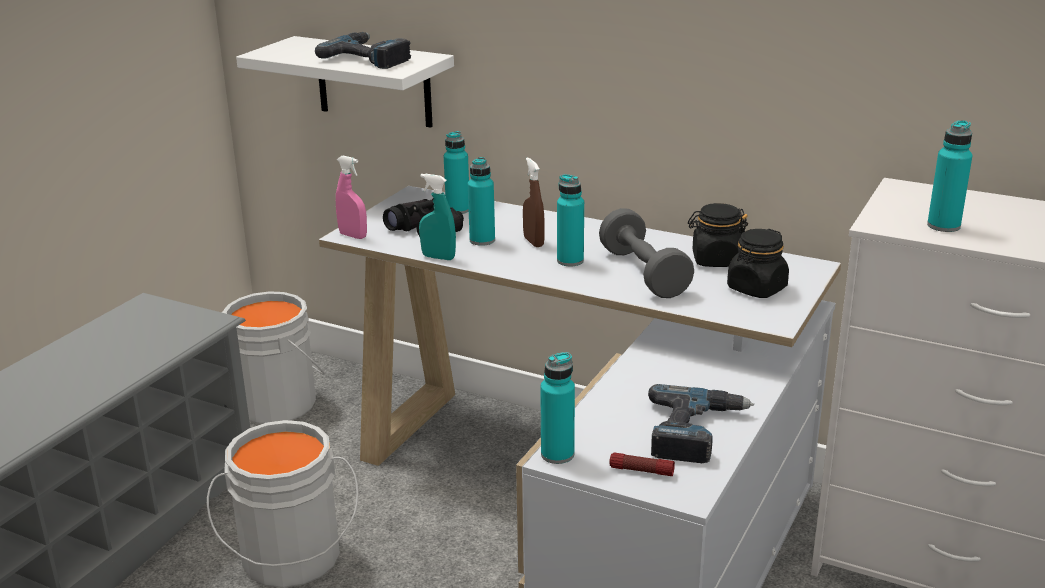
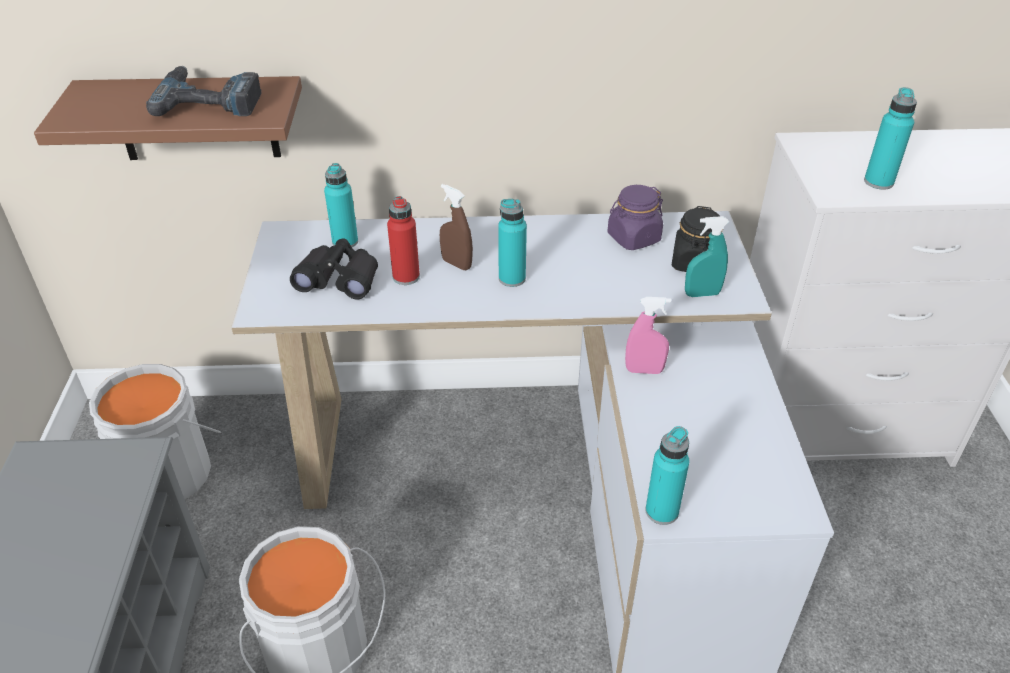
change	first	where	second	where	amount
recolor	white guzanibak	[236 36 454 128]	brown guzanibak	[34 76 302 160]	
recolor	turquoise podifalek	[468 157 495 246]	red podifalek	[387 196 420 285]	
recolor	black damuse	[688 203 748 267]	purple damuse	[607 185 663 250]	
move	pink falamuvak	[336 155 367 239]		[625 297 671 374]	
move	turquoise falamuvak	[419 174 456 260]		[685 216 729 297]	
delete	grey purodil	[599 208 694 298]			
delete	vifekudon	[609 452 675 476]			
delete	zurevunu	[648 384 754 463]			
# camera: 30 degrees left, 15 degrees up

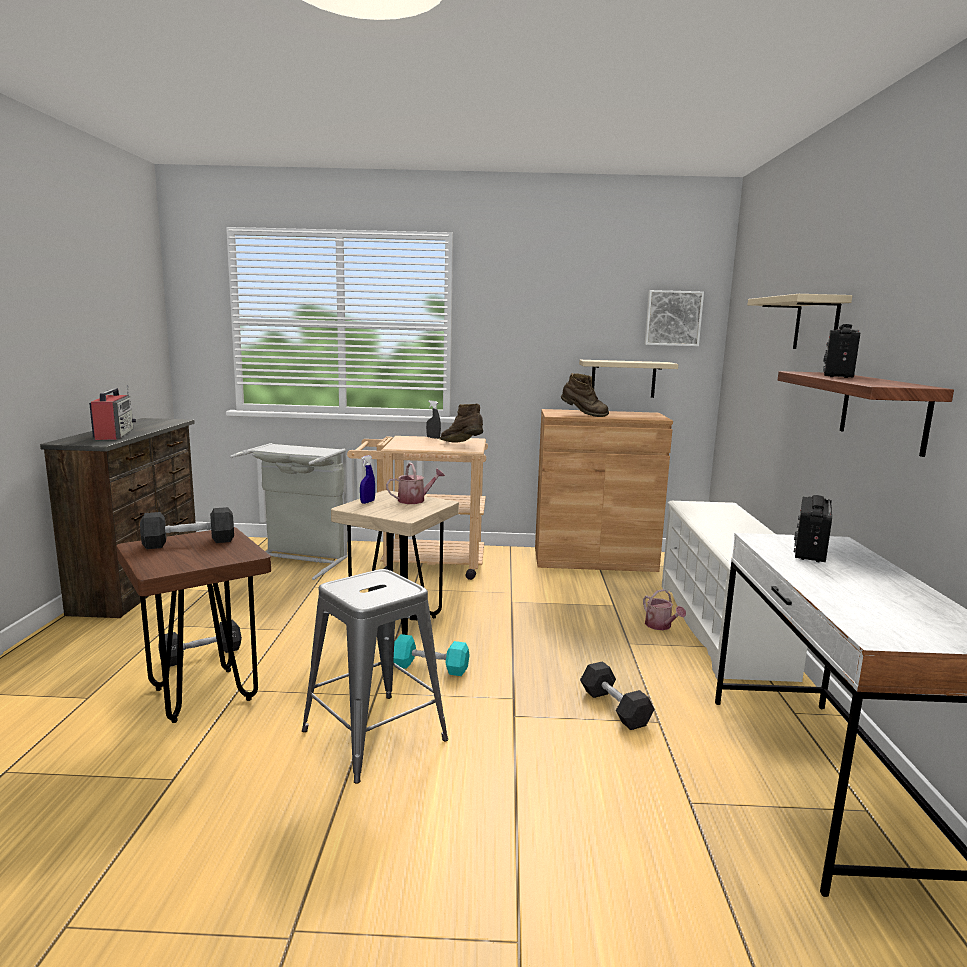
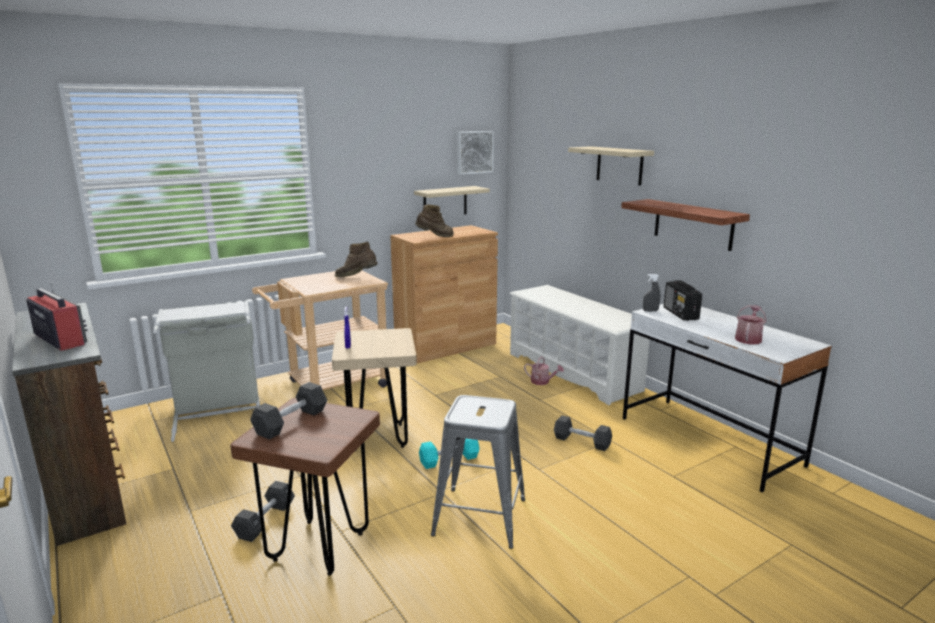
change	first	where	second	where	amount
move	grey falamuvak	[426 400 441 439]		[643 274 660 312]	
move	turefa	[386 463 445 504]		[735 305 766 345]	
delete	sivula	[823 324 860 378]			
# camera: 35 degrees left, 5 degrees up

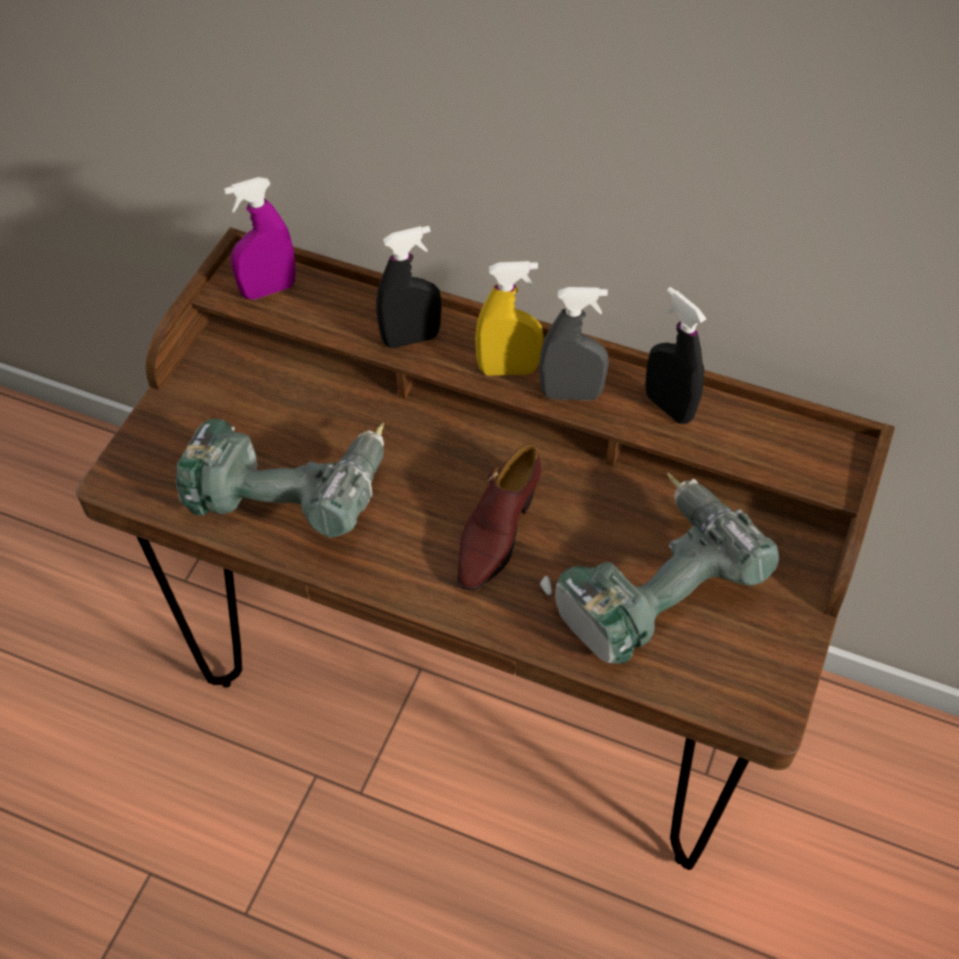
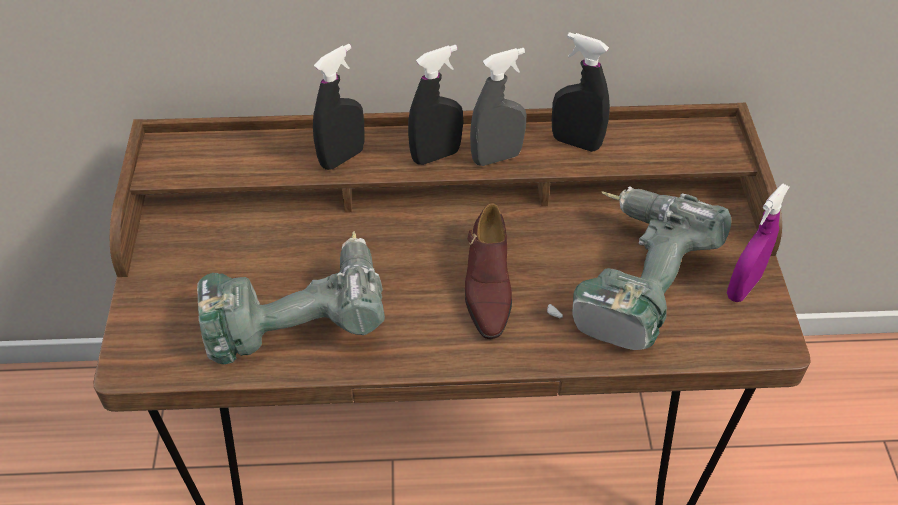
change	first	where	second	where	amount
recolor	yellow falamuvak	[475 261 543 376]	black falamuvak	[408 45 463 165]	
move	purple falamuvak	[224 177 296 299]		[727 184 790 302]	
# camera: 25 degrees left, 5 degrees down

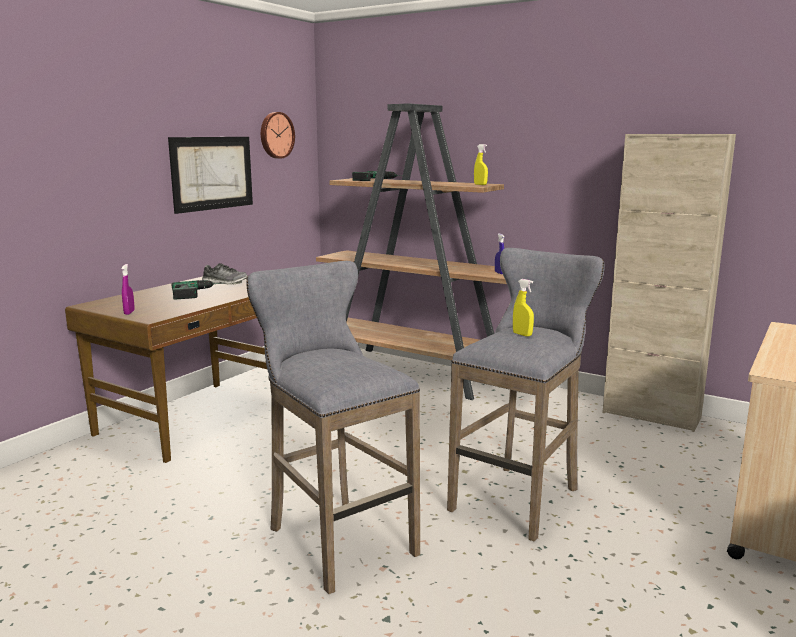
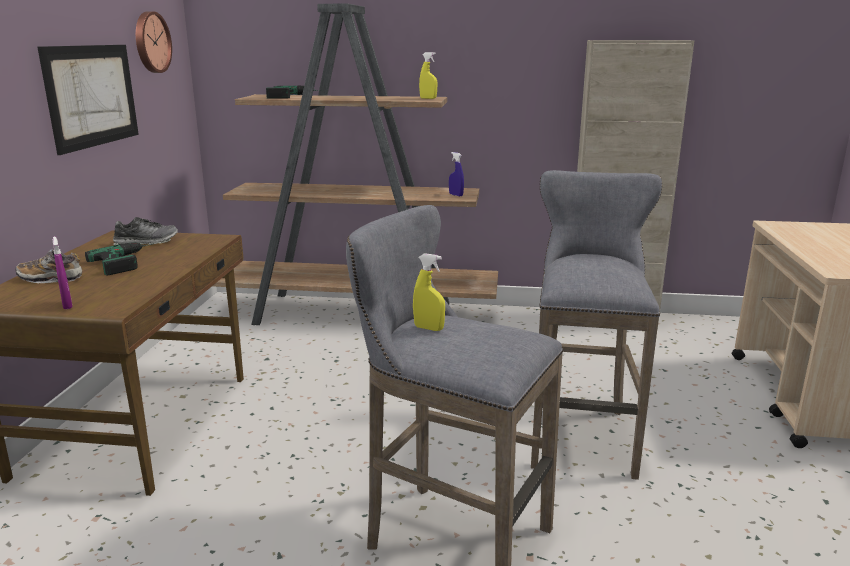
change	first	where	second	where	amount
insert			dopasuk	[16 249 82 283]	
move	yellow falamuvak	[513 279 534 337]		[413 253 445 331]	
# camera: 25 degrees left, 5 degrees up

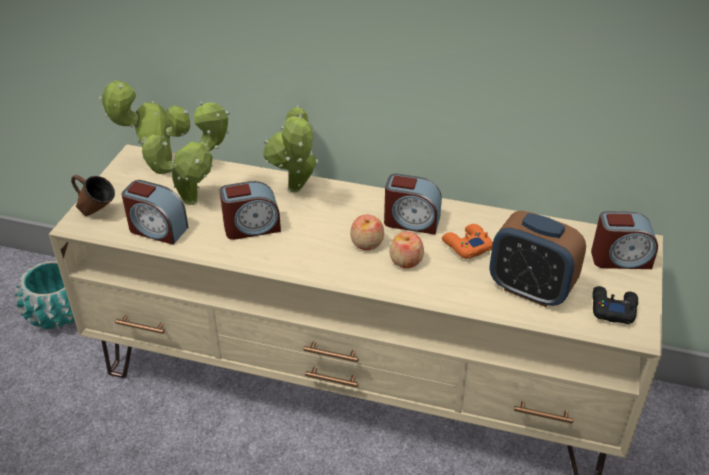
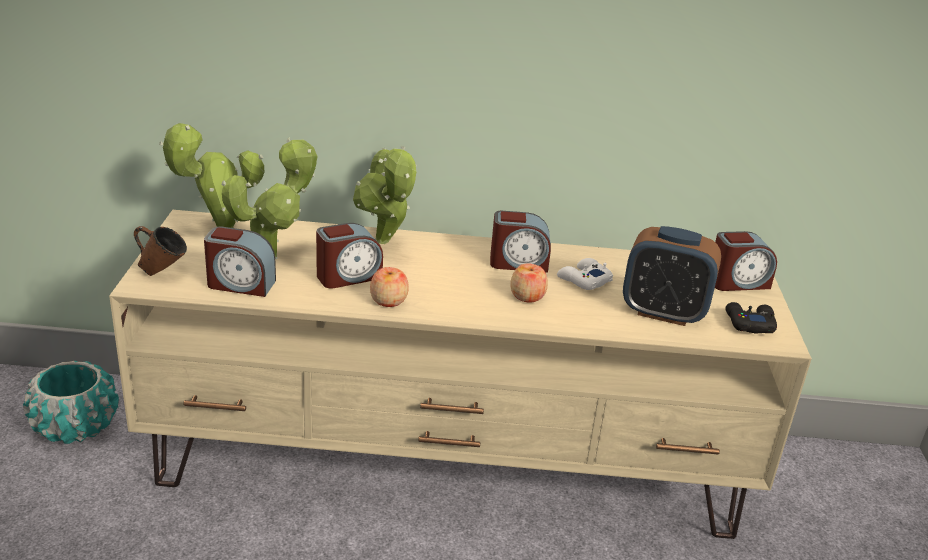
change	first	where	second	where	amount
move	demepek	[350 215 384 250]		[370 267 409 307]	
recolor	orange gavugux	[442 224 493 259]	white gavugux	[557 258 613 290]	
# camera: 15 degrees left, 10 degrees down

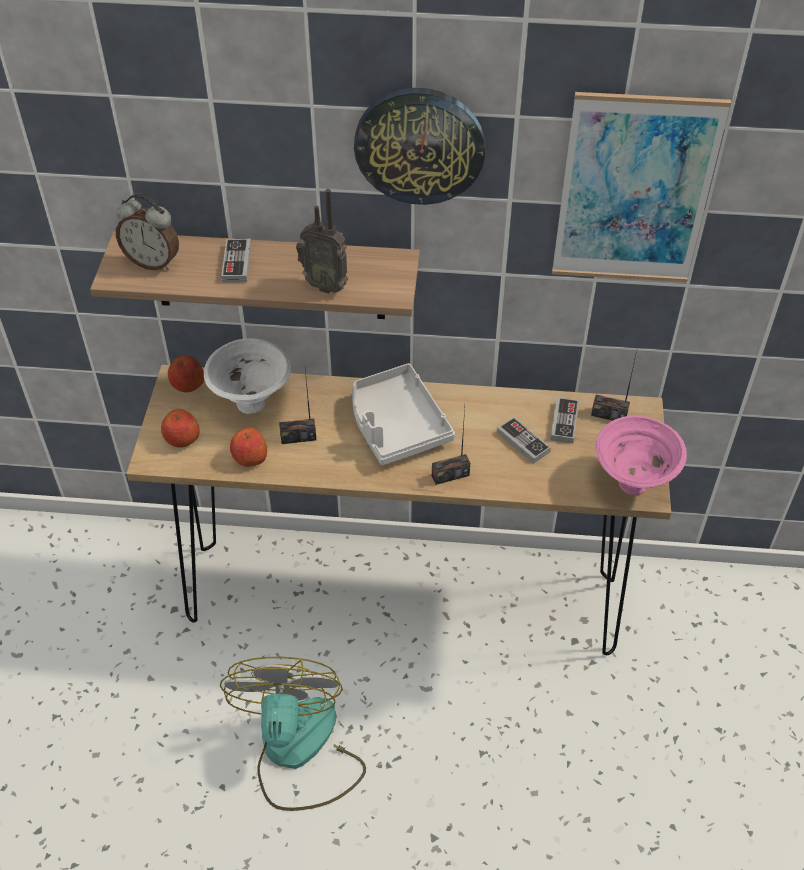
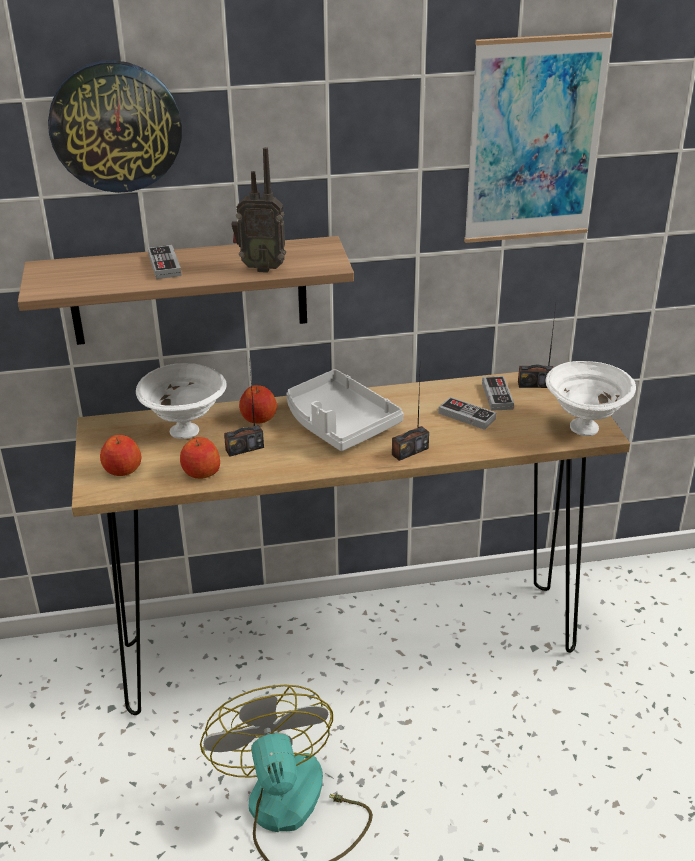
change	first	where	second	where	amount
move	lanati	[354 88 485 205]		[48 60 182 193]	
move	demepek	[168 355 204 392]		[239 385 277 423]	
recolor	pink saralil	[596 415 687 495]	white saralil	[545 361 636 436]	
delete	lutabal	[116 193 179 270]			
# camera: 15 degrees left, 15 degrees down

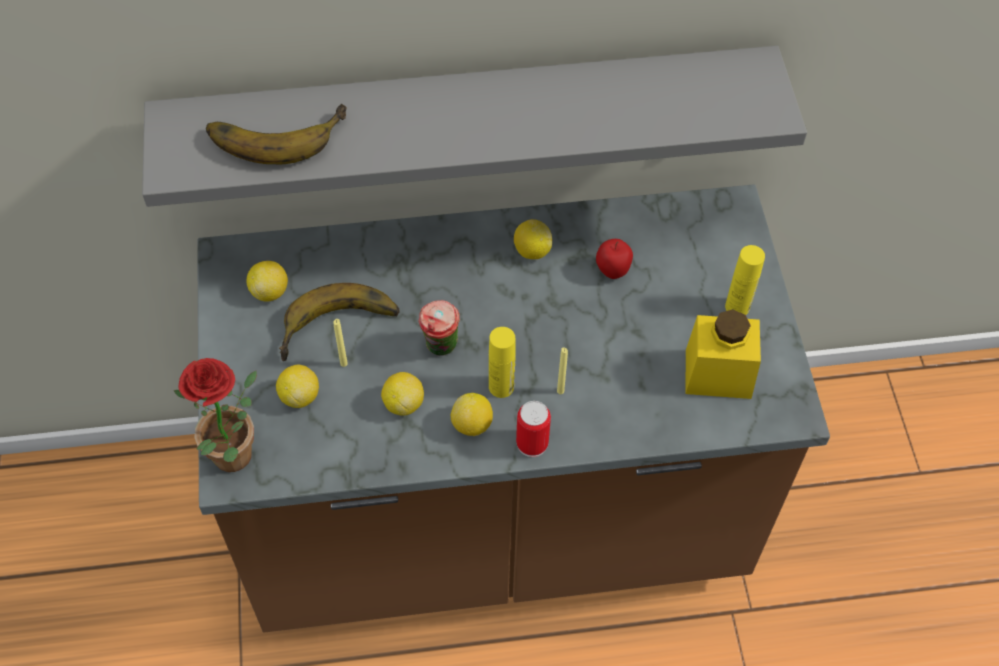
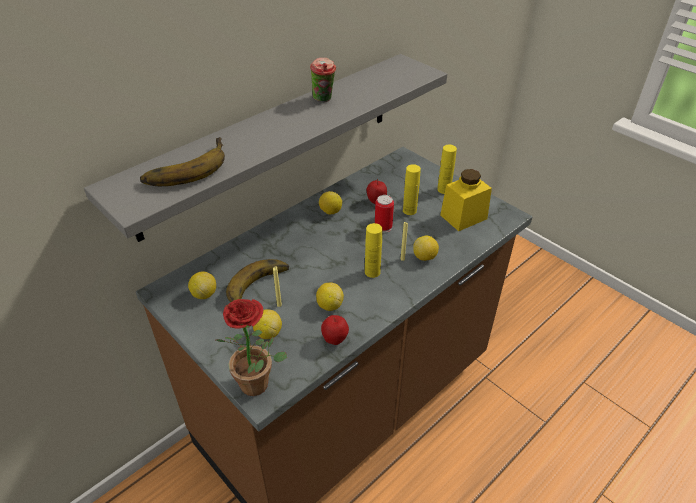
change	first	where	second	where	amount
move	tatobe	[418 300 460 356]		[310 58 336 102]	
insert			demepek	[321 315 349 345]	
move	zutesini	[516 401 551 457]		[375 195 394 233]	
insert			yellow podifalek	[403 164 421 215]	
move	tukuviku	[451 393 493 436]		[413 235 439 261]	
# camera: 35 degrees left, 15 degrees down

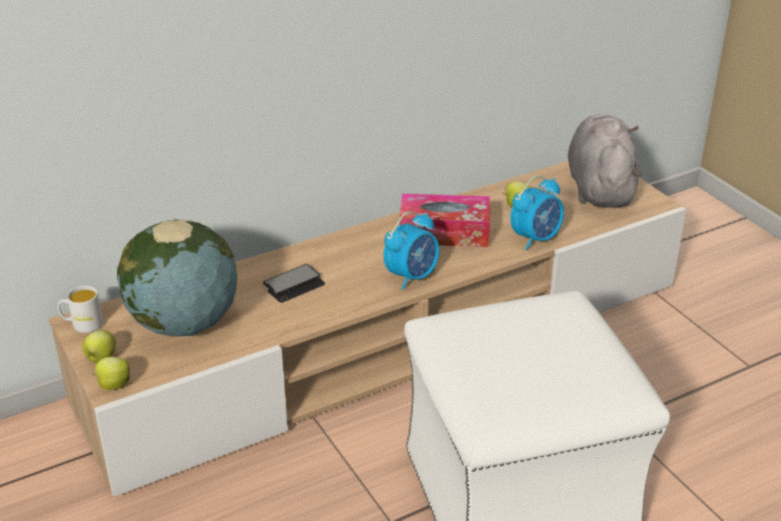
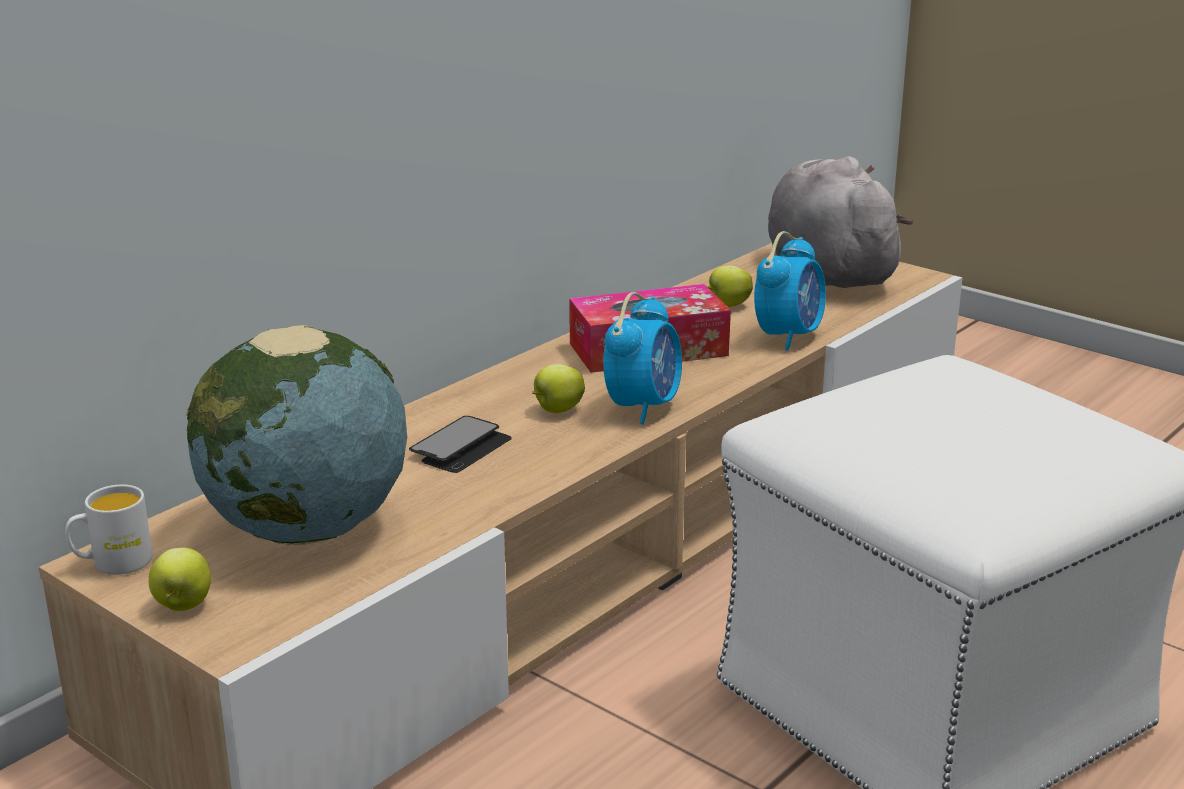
change	first	where	second	where	amount
move	demepek	[92 357 130 390]		[532 364 585 413]	
# camera: 20 degrees left, 10 degrees down

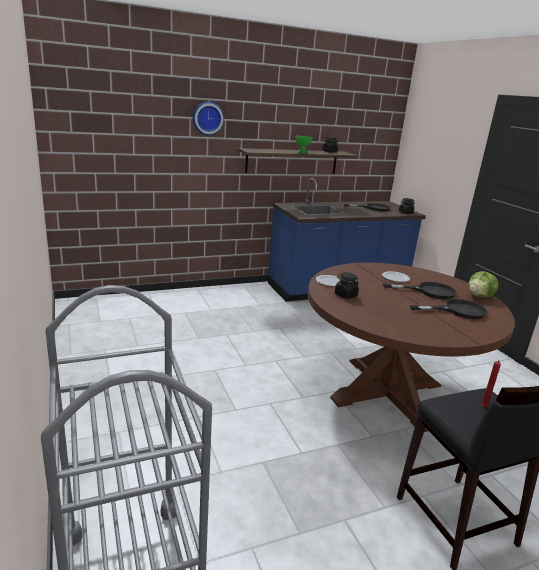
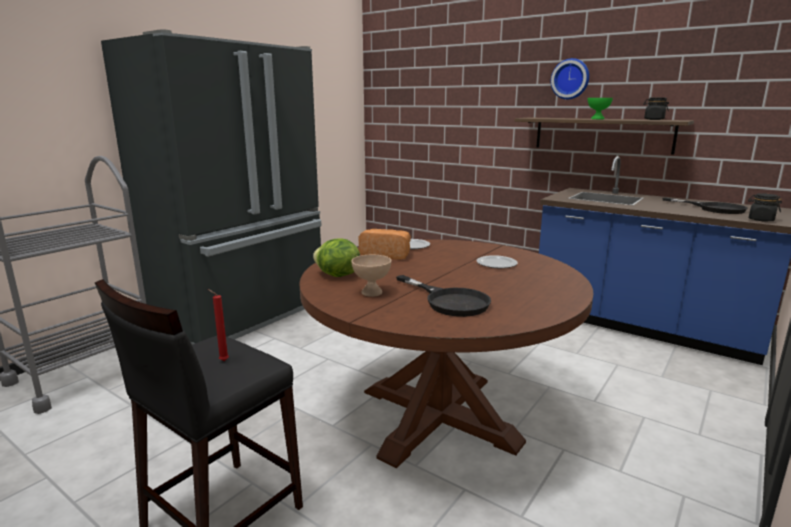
change	first	where	second	where	amount
insert			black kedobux	[101 29 321 345]	
move	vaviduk	[468 271 498 297]		[313 238 360 277]	
insert			beige saralil	[351 255 391 297]	
replace	black damuse	[334 272 359 299]	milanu	[358 229 411 260]	
move	lanati	[193 101 224 135]		[551 58 589 99]	
delete	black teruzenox	[383 282 457 299]			
# camera: 60 degrees right, 5 degrees down

